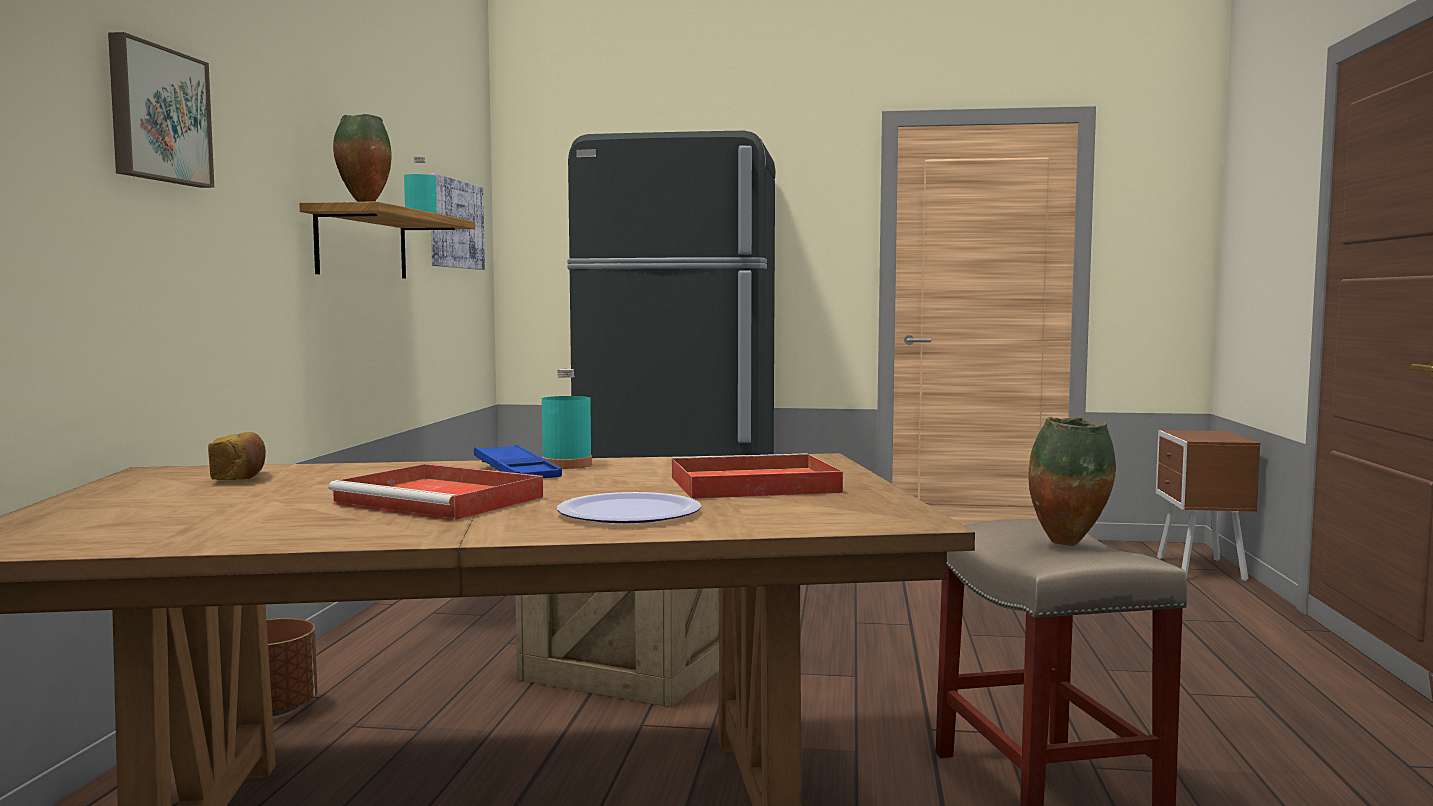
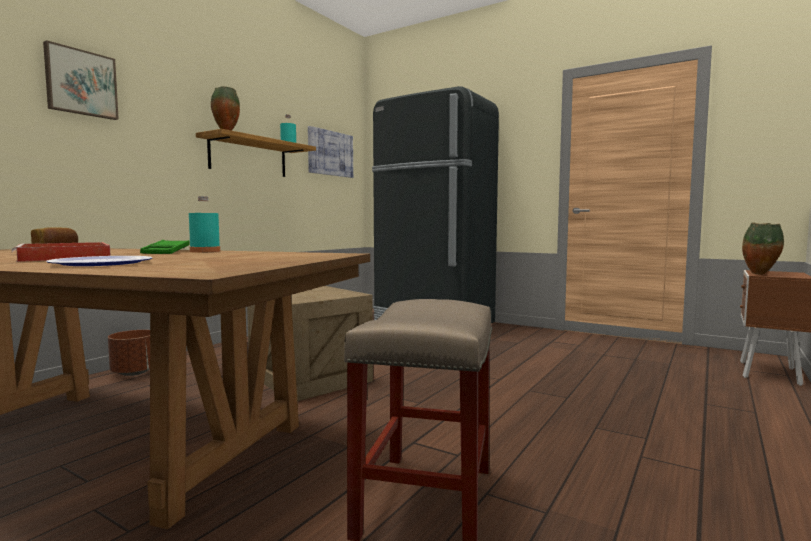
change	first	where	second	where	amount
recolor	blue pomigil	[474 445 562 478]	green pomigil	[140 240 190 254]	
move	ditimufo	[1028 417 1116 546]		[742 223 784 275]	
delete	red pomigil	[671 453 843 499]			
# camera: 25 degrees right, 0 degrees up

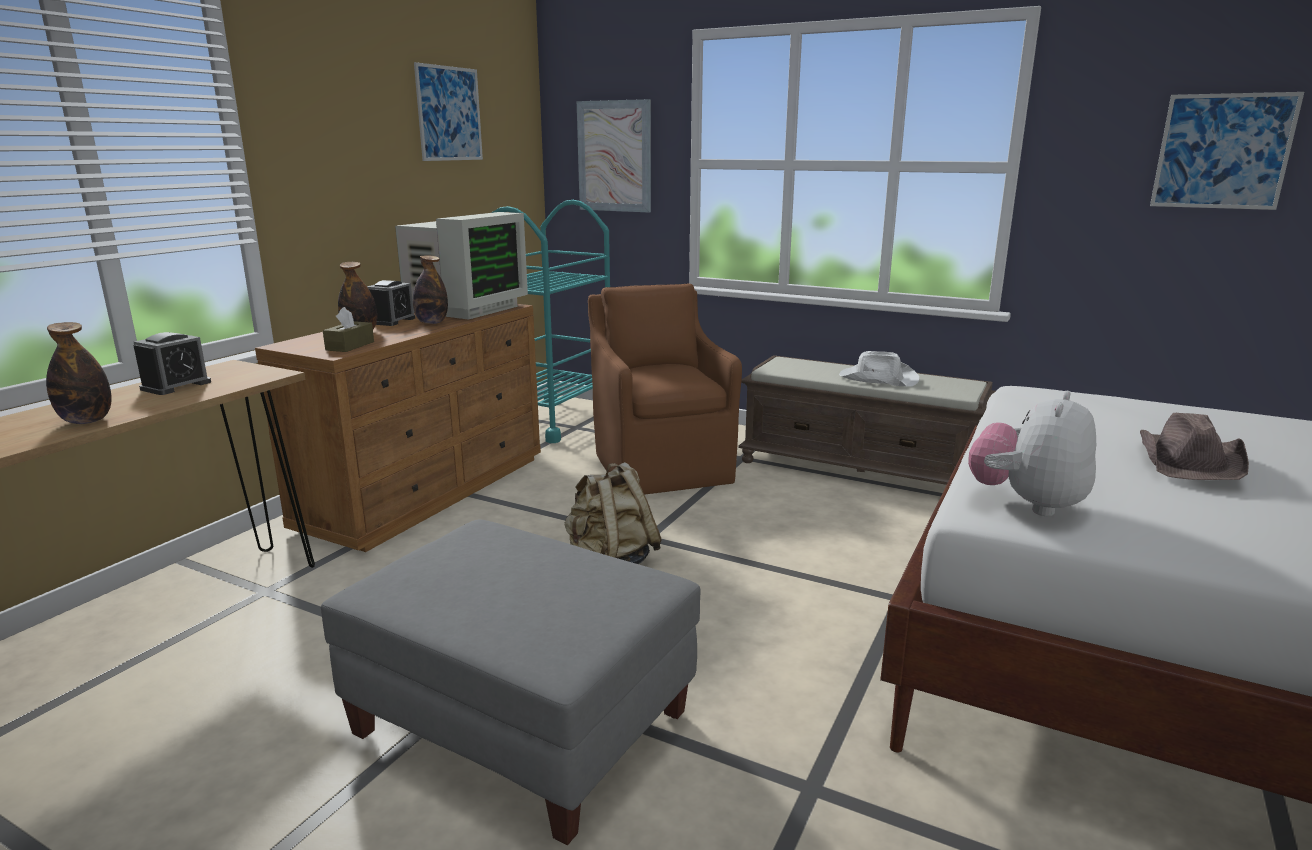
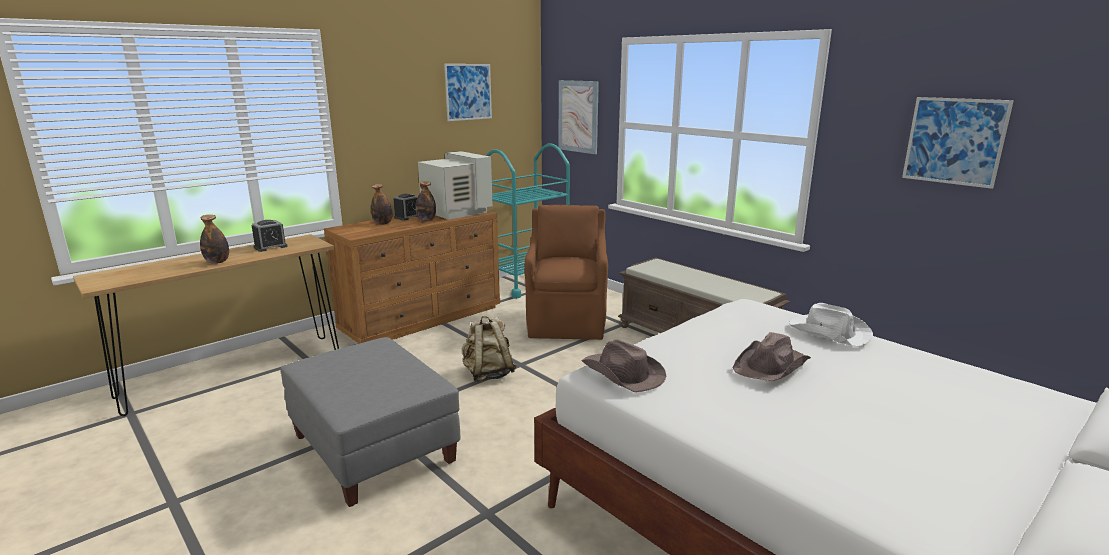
change	first	where	second	where	amount
rotate	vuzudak	[395 212 528 320]		[418 151 493 220]	90 degrees counterclockwise
replace	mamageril	[968 391 1096 516]	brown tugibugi	[582 339 667 392]	
move	white tugibugi	[839 351 919 387]		[789 303 873 347]	
delete	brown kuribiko	[323 307 374 352]			
# camera: 20 degrees right, 0 degrees up

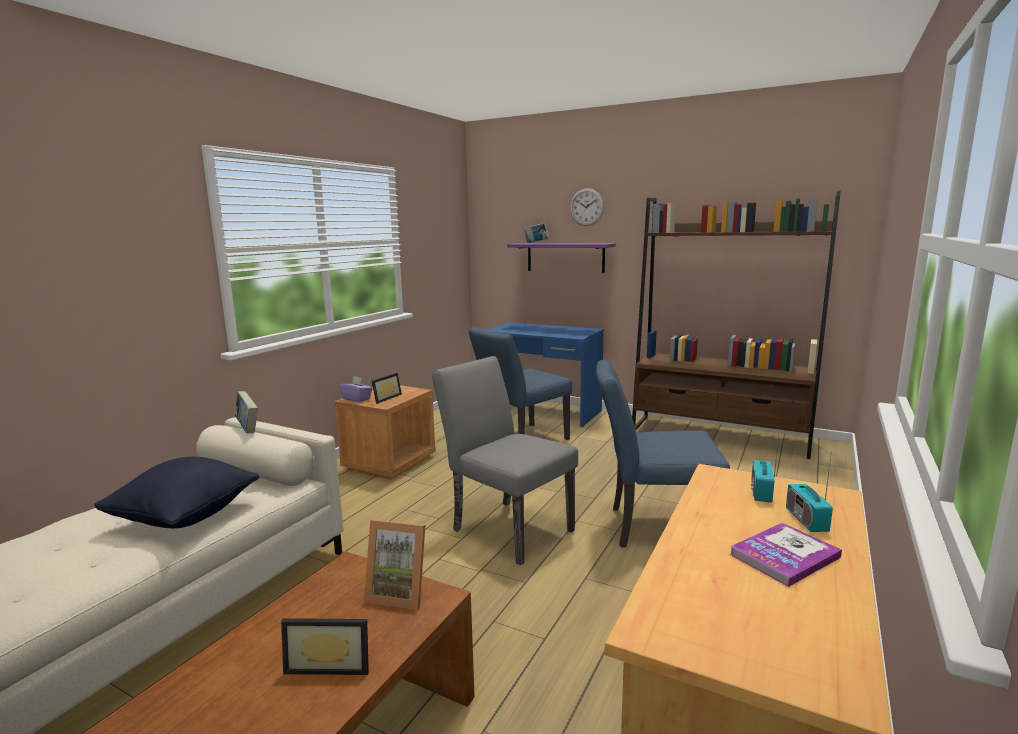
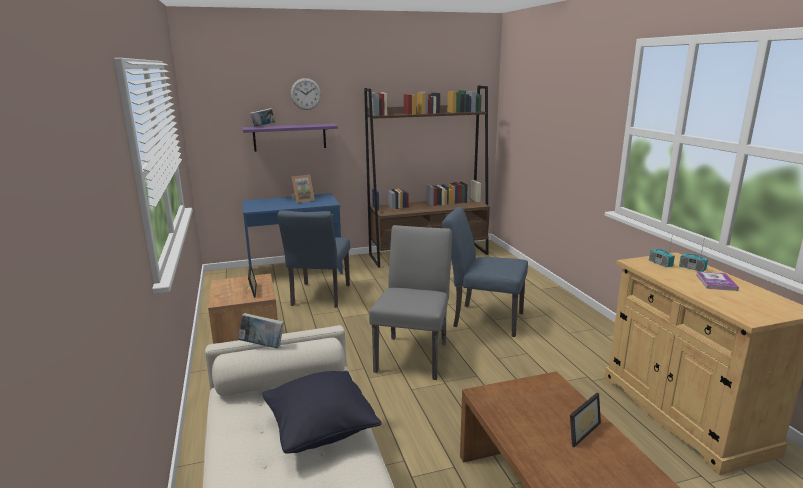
change	first	where	second	where	amount
move	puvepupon	[364 520 425 610]		[291 174 315 203]	
rotate	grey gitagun	[432 356 578 565]		[369 225 452 380]	105 degrees clockwise
rotate	blue gitagun	[596 360 730 547]		[442 207 528 337]	60 degrees clockwise
delete	purple kuribiko	[339 376 373 402]			
# camera: 45 degrees left, 5 degrees up

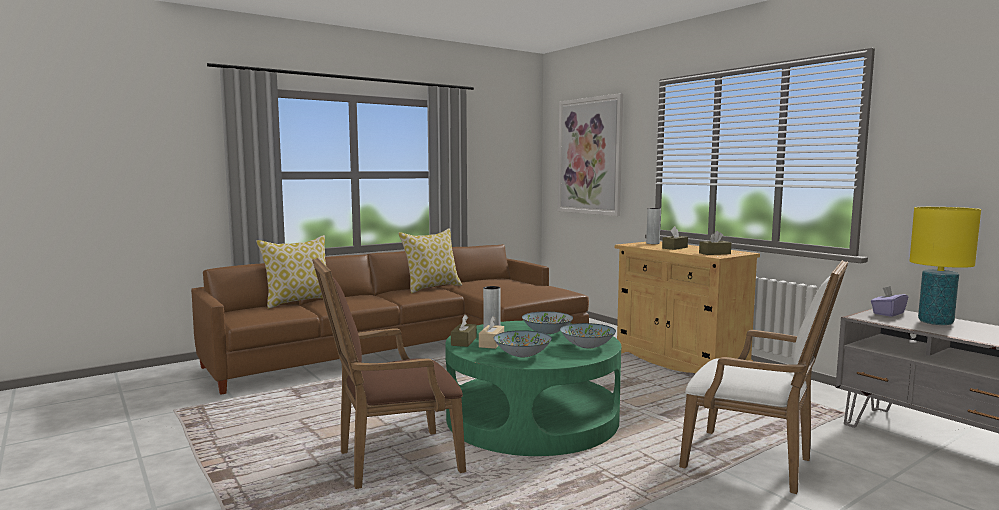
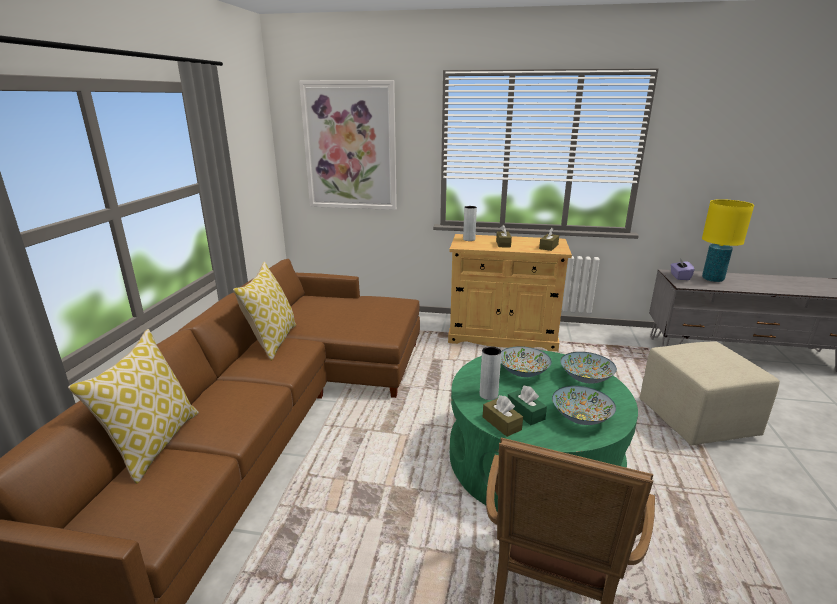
change	first	where	second	where	amount
recolor	beige kuribiko	[479 316 504 349]	green kuribiko	[508 386 547 425]	
replace	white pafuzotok	[679 260 848 494]	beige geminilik	[640 341 780 446]	
# camera: 45 degrees left, 15 degrees up

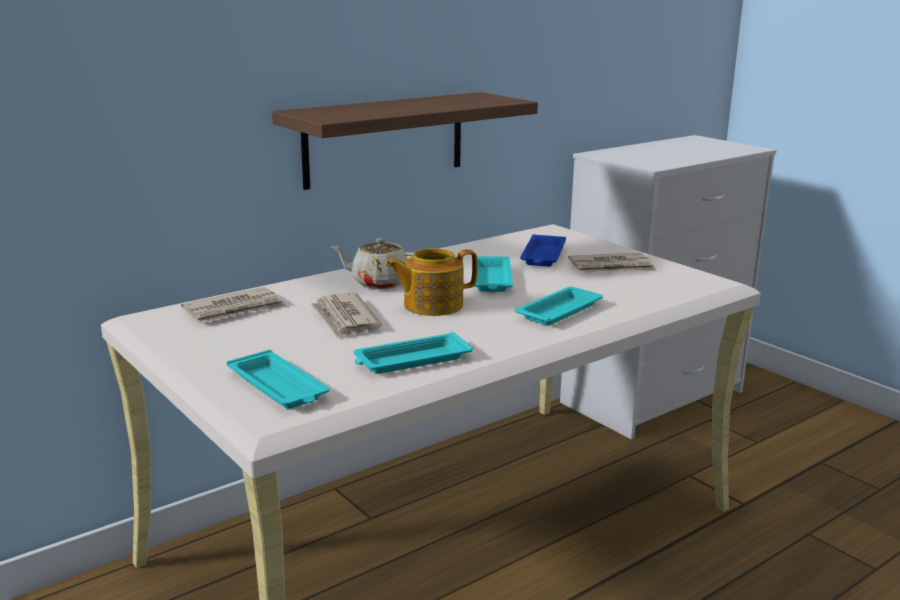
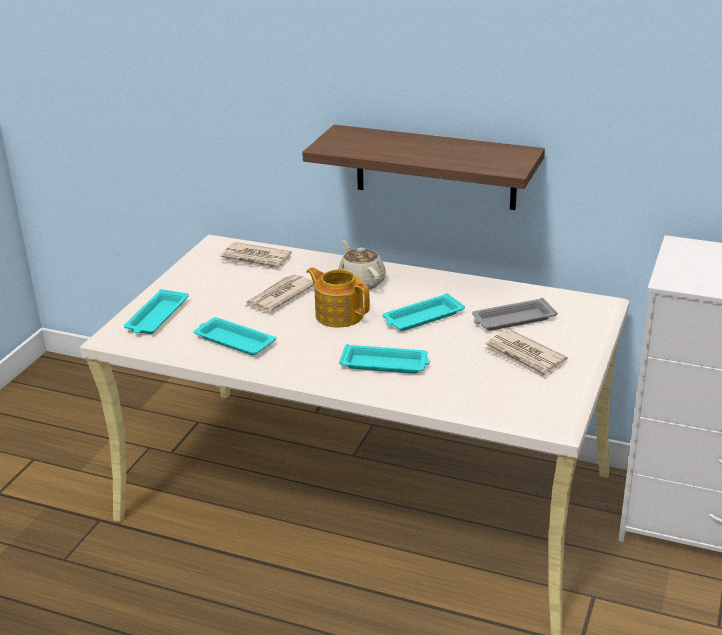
change	first	where	second	where	amount
recolor	blue pomigil	[520 234 566 267]	grey pomigil	[472 298 558 331]	
# camera: 60 degrees right, 10 degrees up

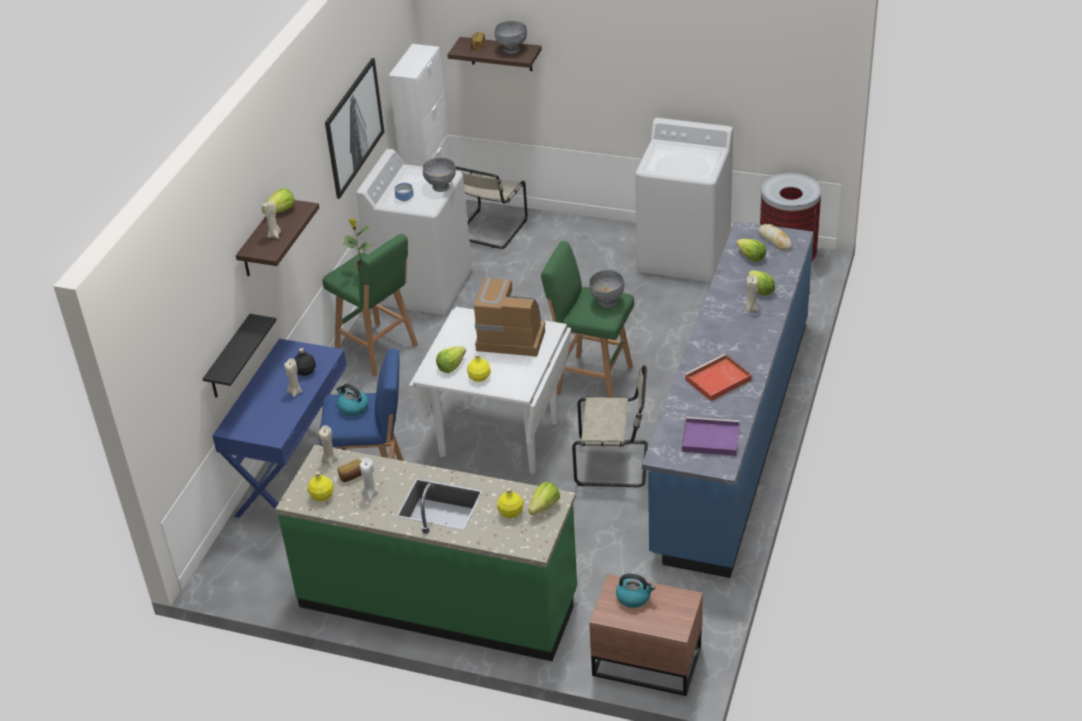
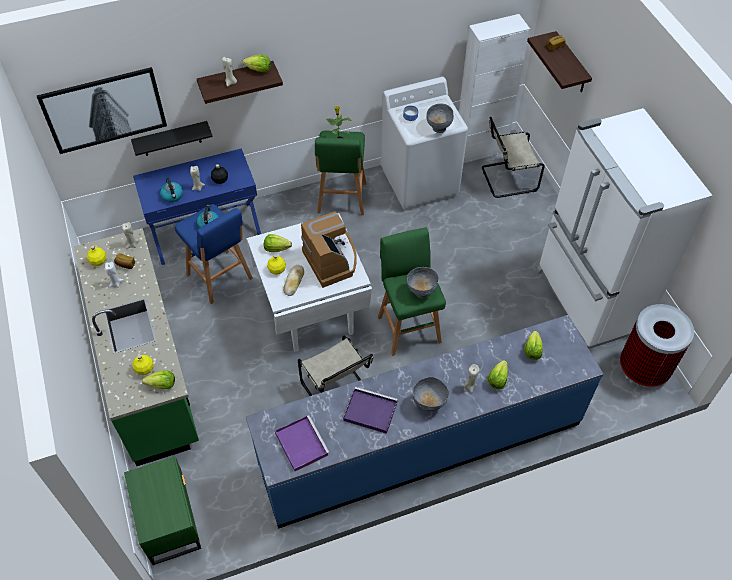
change	first	where	second	where	amount
move	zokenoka	[325 58 384 199]		[37 67 167 154]	
recolor	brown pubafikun	[589 574 703 696]	green pubafikun	[124 456 201 565]	
move	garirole	[616 574 655 608]		[160 178 183 202]	
move	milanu	[759 224 793 250]		[283 265 304 296]	
recolor	red pomigil	[684 354 752 401]	purple pomigil	[343 387 398 434]	
move	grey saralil	[495 21 527 54]		[413 377 449 411]	
replace	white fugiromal	[635 118 733 282]	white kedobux	[536 108 713 349]	
# camera: 50 degrees right, 15 degrees up

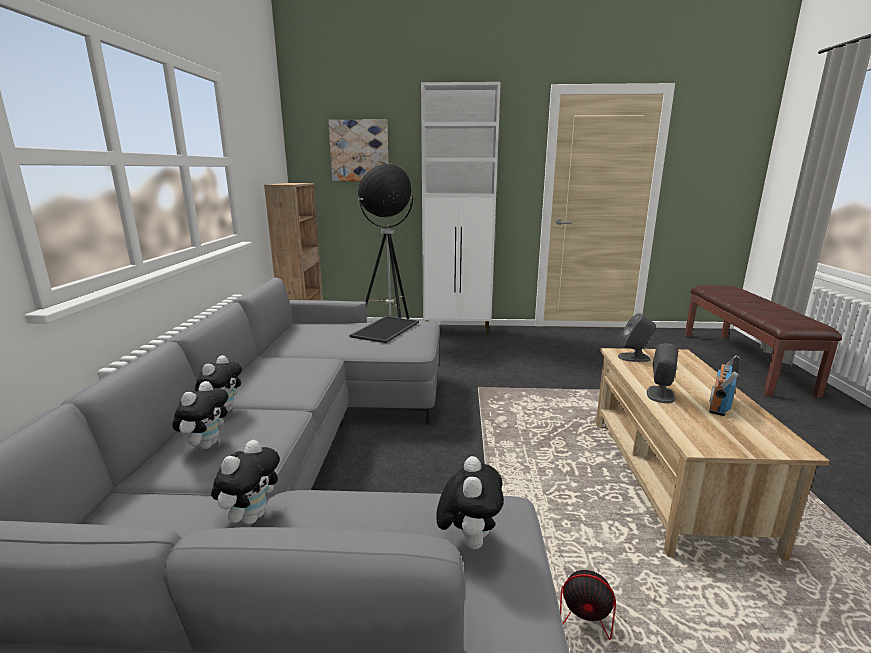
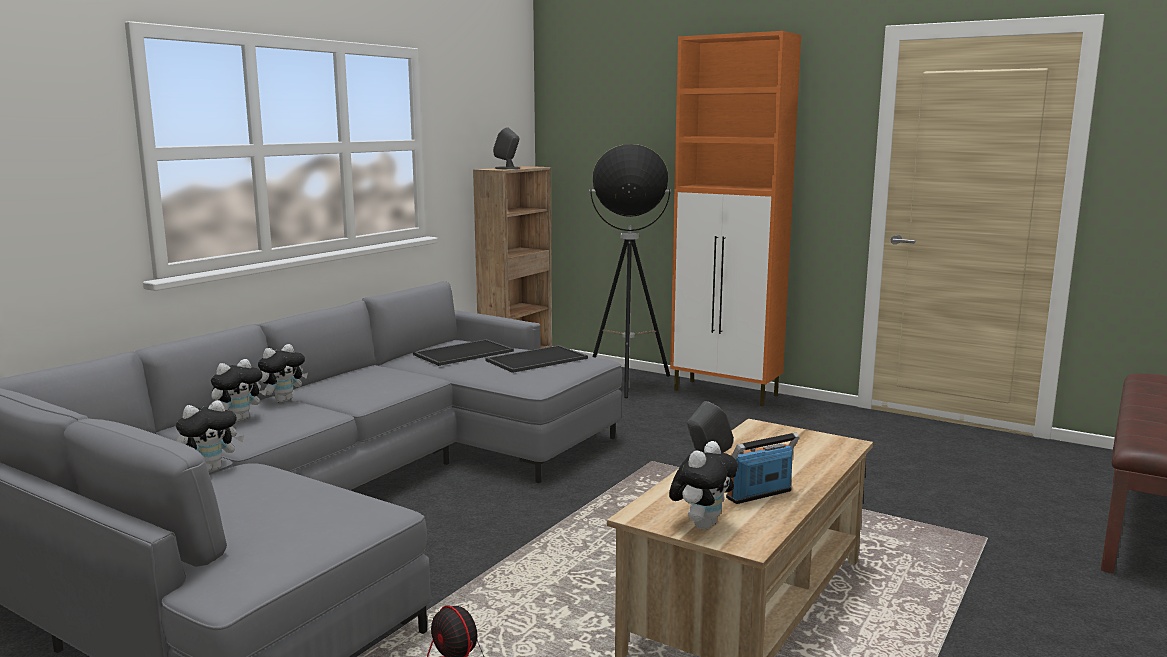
change	first	where	second	where	amount
insert			pomigil	[413 339 514 366]	
move	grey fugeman	[618 313 656 362]		[493 127 520 169]	
move	mamageril	[436 456 504 549]		[669 441 738 530]	
recolor	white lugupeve	[421 82 501 335]	orange lugupeve	[670 31 801 406]	
delete	zokenoka	[328 120 389 181]			
# camera: 30 degrees right, 5 degrees down

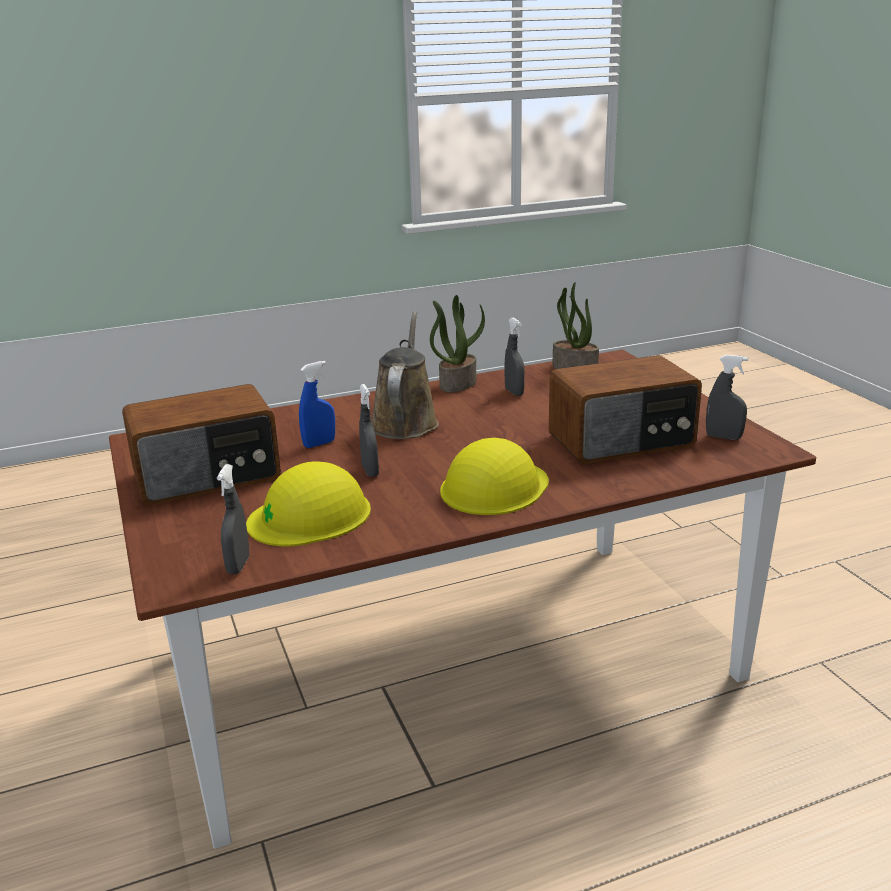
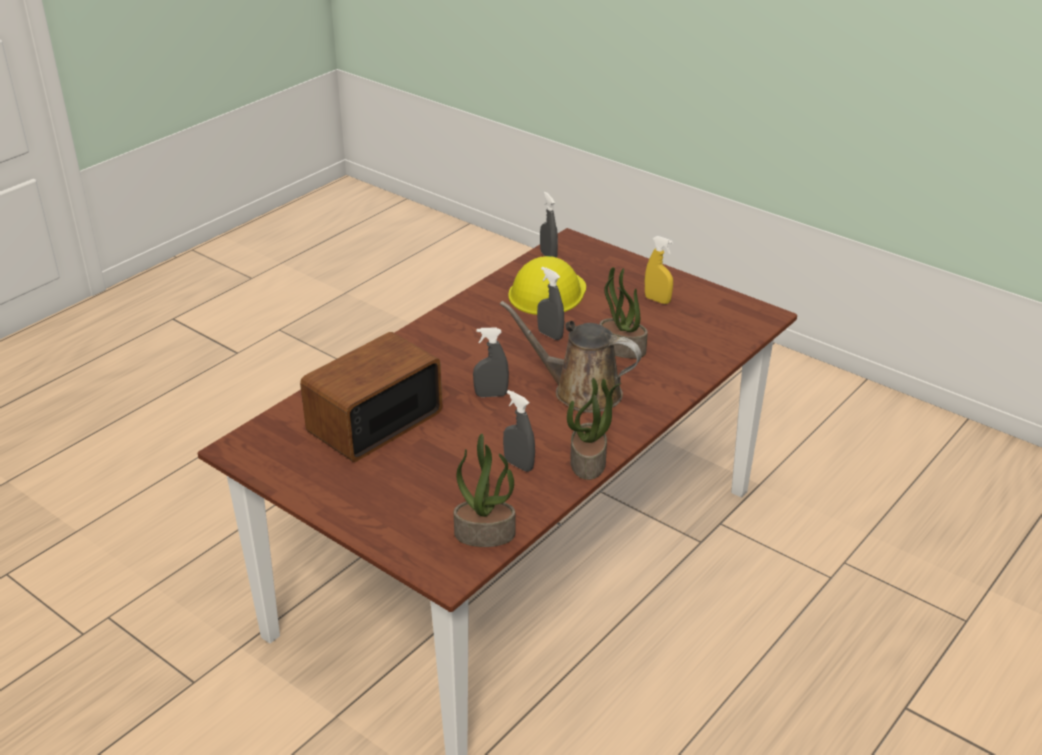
change	first	where	second	where	amount
move	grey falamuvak	[706 355 748 440]		[473 328 509 397]	
rotate	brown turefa	[371 311 439 439]		[500 301 642 413]	135 degrees clockwise
replace	blue falamuvak	[299 361 335 448]	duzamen	[599 267 648 358]	
replace	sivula	[122 384 281 505]	yellow falamuvak	[645 236 673 304]	
delete	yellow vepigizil	[440 438 549 515]			
# camera: 150 degrees right, 10 degrees up

